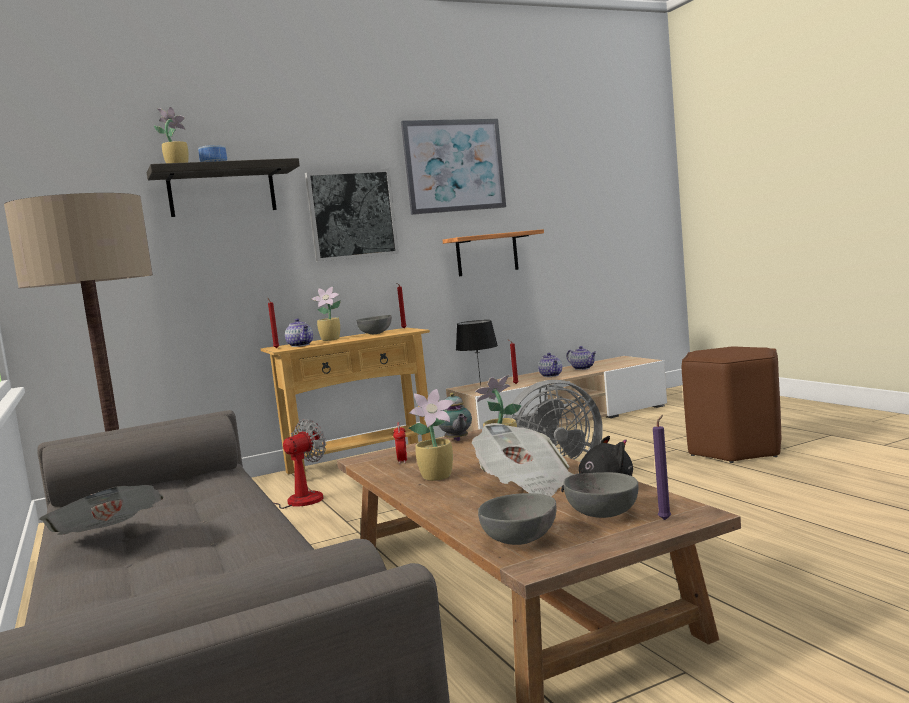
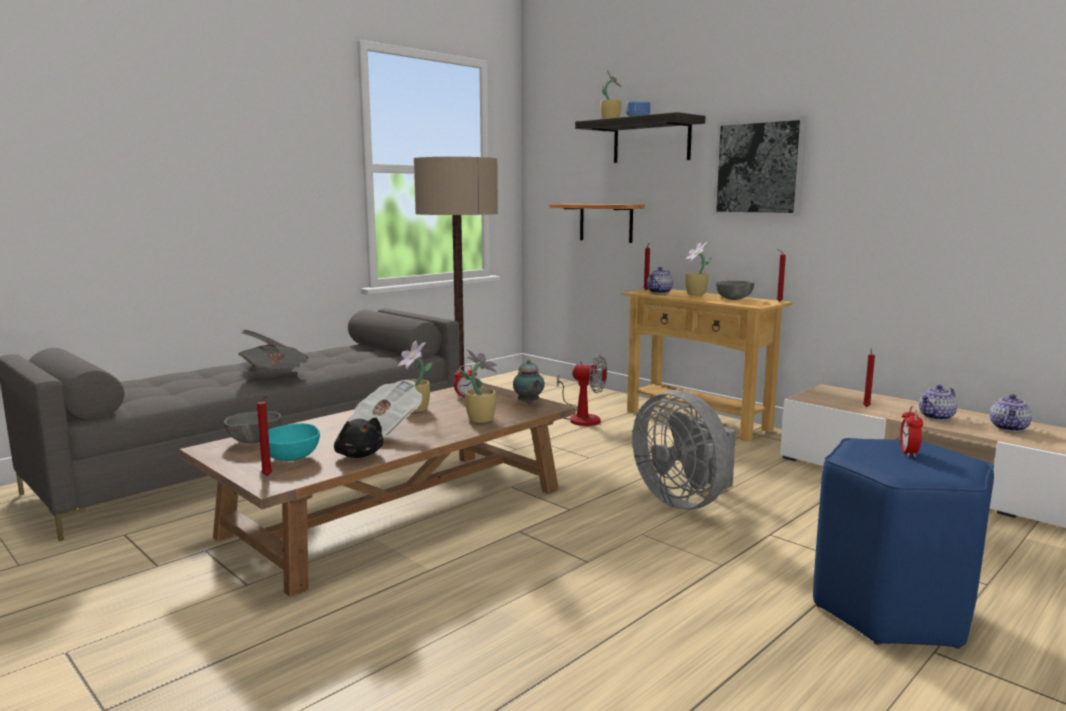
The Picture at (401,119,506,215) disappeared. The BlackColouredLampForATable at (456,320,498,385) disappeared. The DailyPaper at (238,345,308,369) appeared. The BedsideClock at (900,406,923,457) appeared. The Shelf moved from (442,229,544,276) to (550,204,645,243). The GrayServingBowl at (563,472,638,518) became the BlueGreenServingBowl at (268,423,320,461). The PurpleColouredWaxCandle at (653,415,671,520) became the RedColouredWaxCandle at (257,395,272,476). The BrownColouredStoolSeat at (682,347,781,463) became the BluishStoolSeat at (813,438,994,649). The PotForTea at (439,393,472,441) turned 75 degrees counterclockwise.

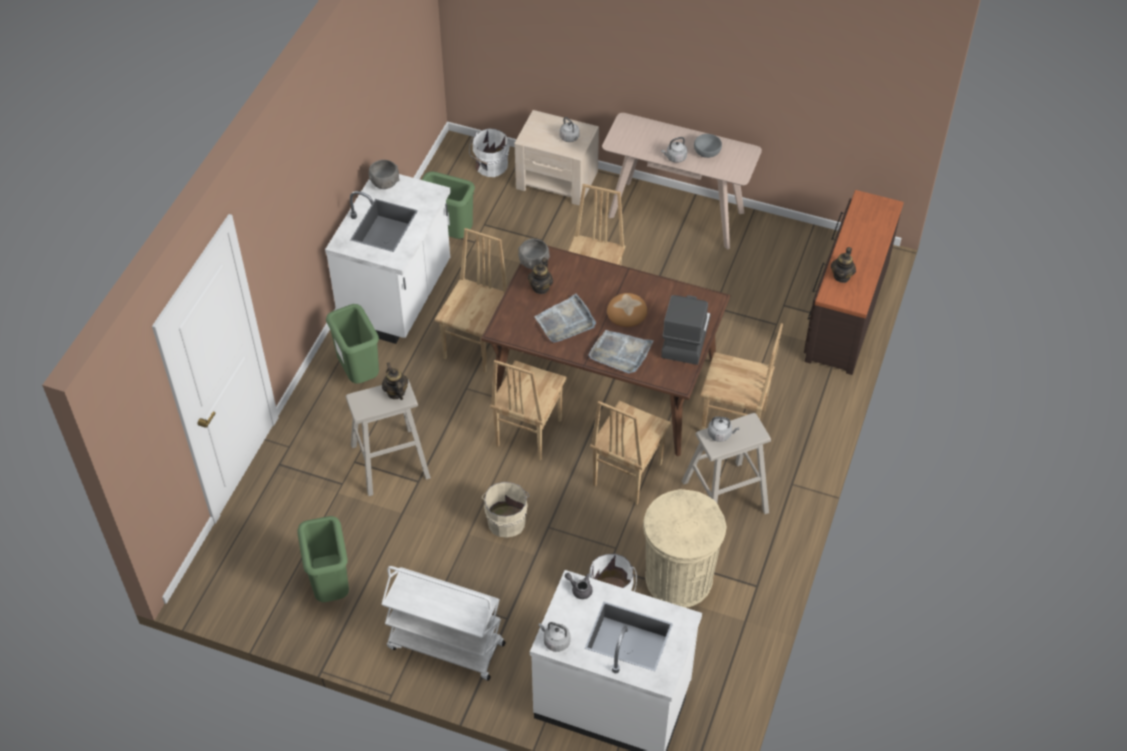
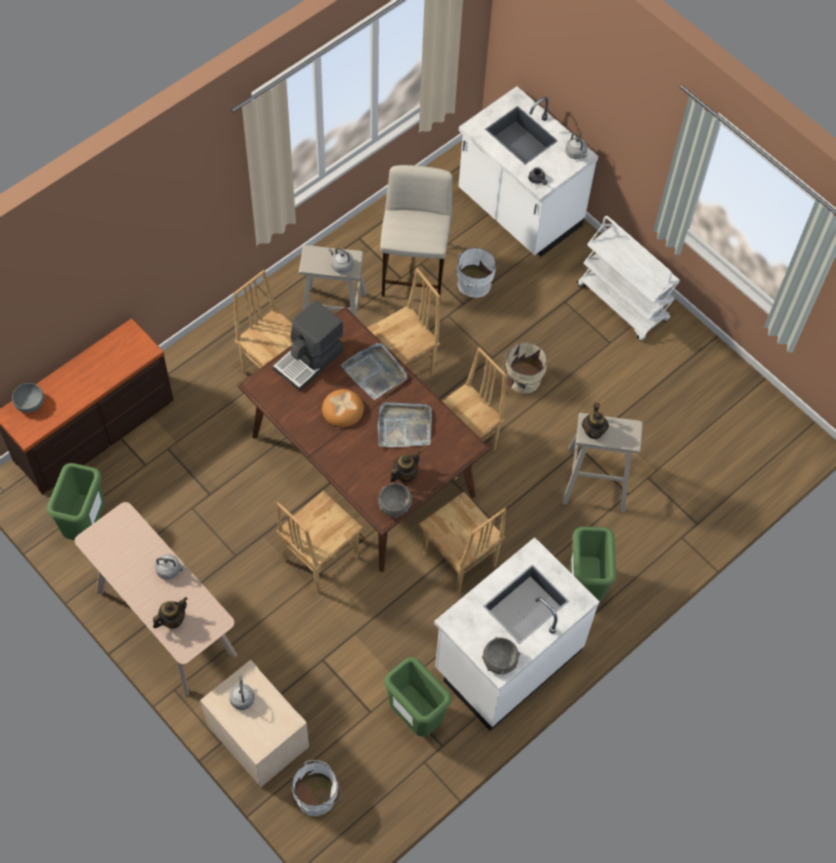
The GreenWasteBin moved from (297,516,349,602) to (46,463,105,540). The GrayServingBowl moved from (694,134,722,158) to (12,383,44,413). The PotForTea moved from (831,247,856,283) to (153,597,188,628). The BeigeWasteBin at (643,489,727,608) was replaced by the BeigeStoolSeat at (380,165,452,297). The BrownColouredUprightChair at (435,228,508,373) turned 90 degrees counterclockwise.

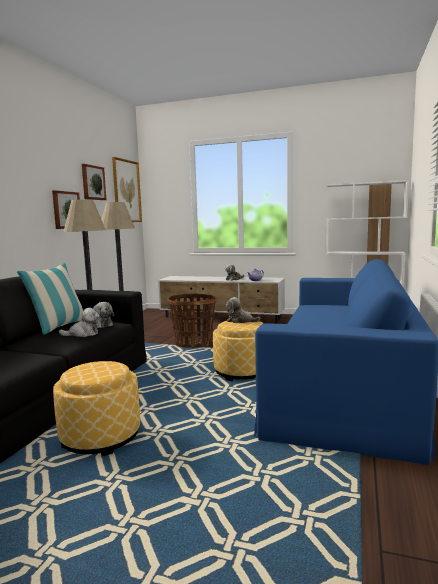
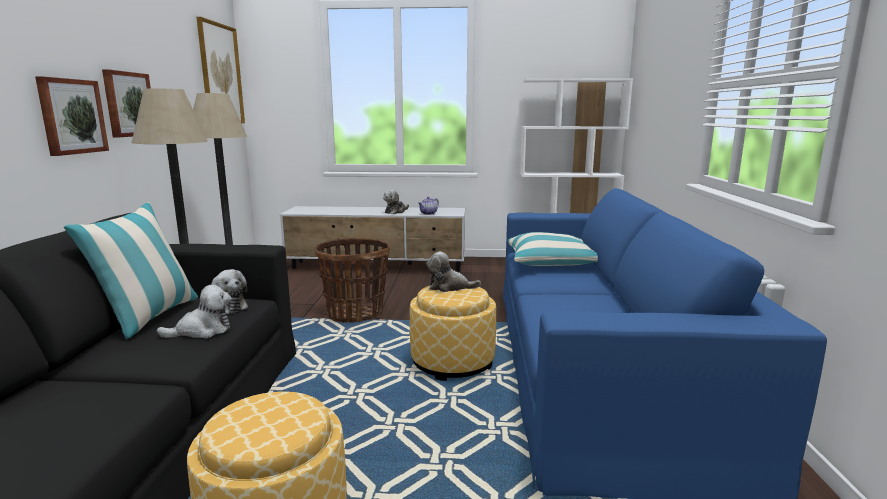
The Cushion at (508,232,598,266) appeared. The Picture moved from (82,164,107,200) to (35,76,109,156).

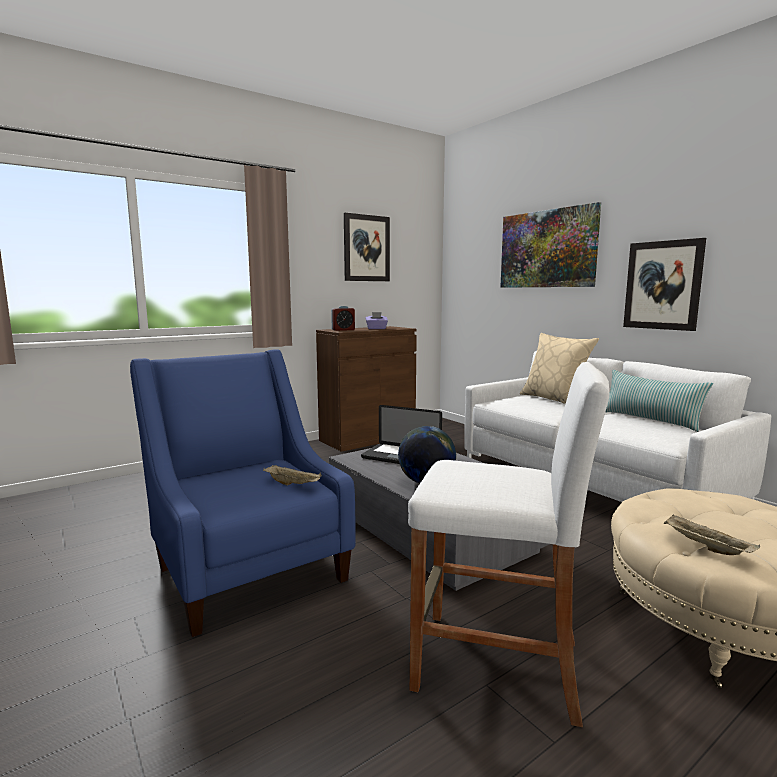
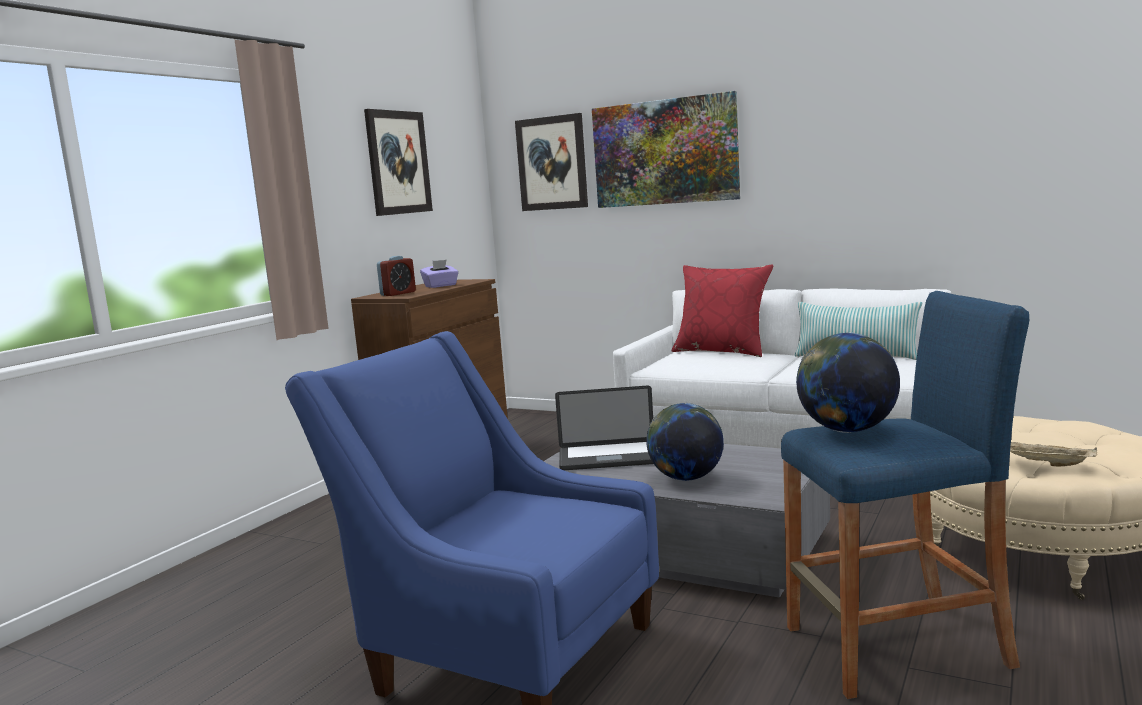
The BeigeCarryingTray at (263,465,322,486) disappeared. The WorldGlobe at (796,332,900,433) appeared. The Picture moved from (623,238,706,331) to (515,113,588,211). The WhitishStoolSeat at (408,362,609,727) became the BluishStoolSeat at (781,291,1029,699). The BeigeCushion at (520,333,599,404) became the RedColouredCushion at (672,264,773,357).

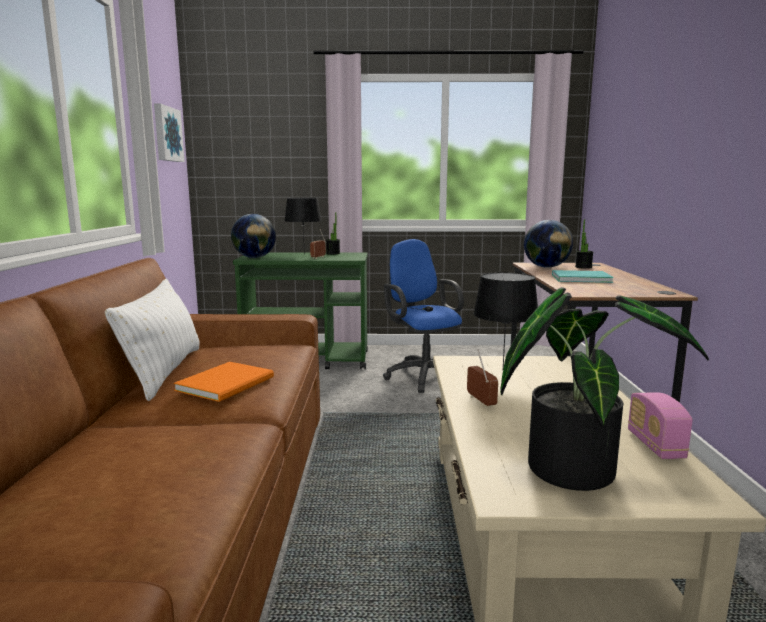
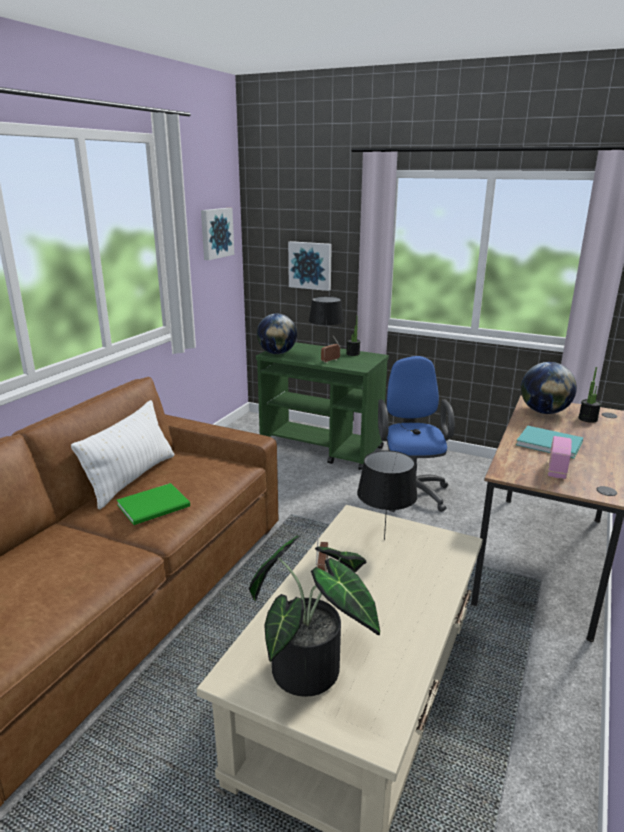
The Picture at (288,241,332,291) appeared. The RadioReceiver moved from (628,392,693,459) to (548,436,572,479). The OrangeColouredBoundBook at (174,362,274,402) became the GreenBoundBook at (117,483,190,525).

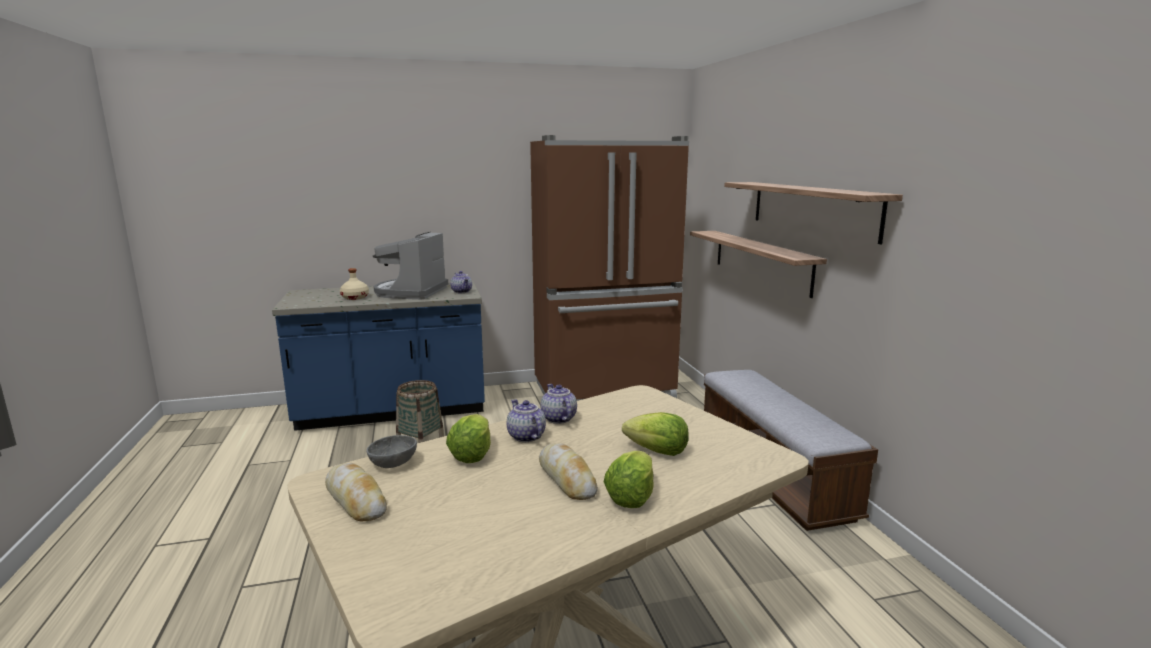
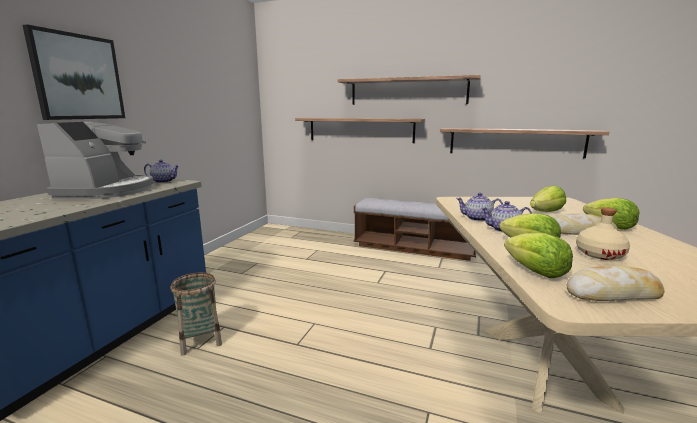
The BrownColouredKitchenFridge at (530,135,689,401) disappeared. The Picture at (23,24,125,120) appeared. The Shelf at (440,128,609,158) appeared. The BeigeBottle moved from (340,268,369,300) to (576,207,630,260). The GrayServingBowl at (366,435,417,468) was replaced by the HeadOfLettuce at (504,233,573,278). The CoffeeBrewer at (373,232,448,300) turned 135 degrees counterclockwise.

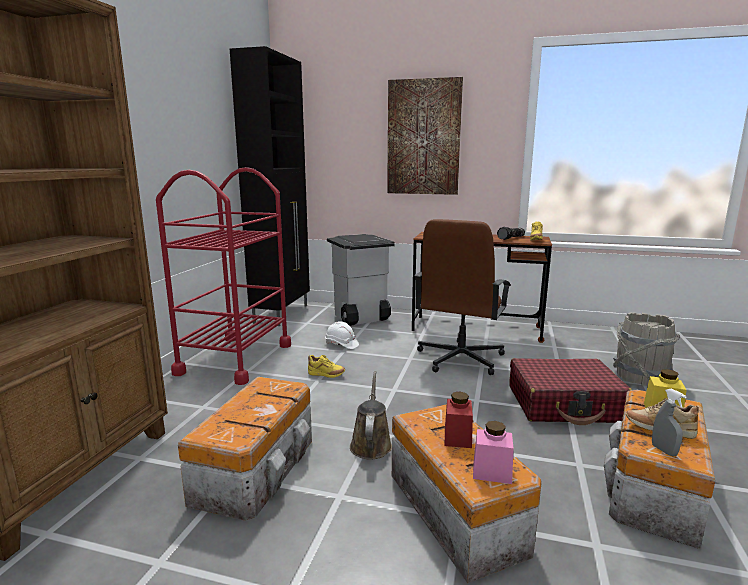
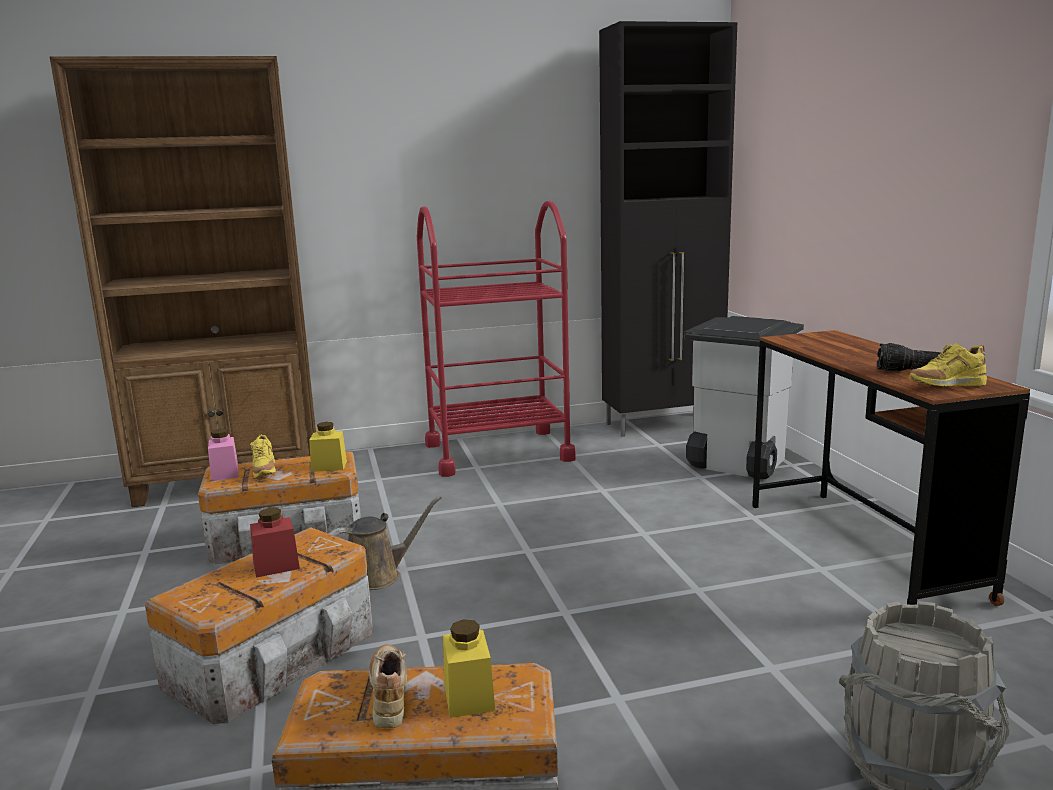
The WhitishSafetyHelmet at (325,321,359,349) disappeared. The Picture at (387,77,463,195) disappeared. The BrownColouredComputerChair at (414,219,511,375) disappeared. The RedColouredSuitcase at (510,358,632,425) disappeared. The GraySprayer at (652,388,687,456) disappeared. The YellowishStorageJar at (309,422,347,472) appeared. The YellowishShoe moved from (308,355,345,378) to (250,434,276,478). The PinkColouredStorageJar moved from (473,421,514,484) to (208,429,239,481).

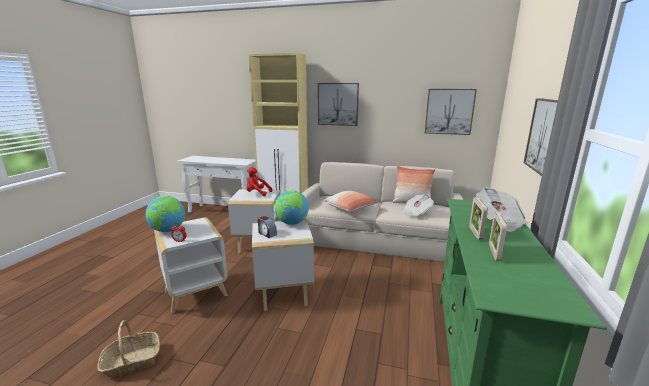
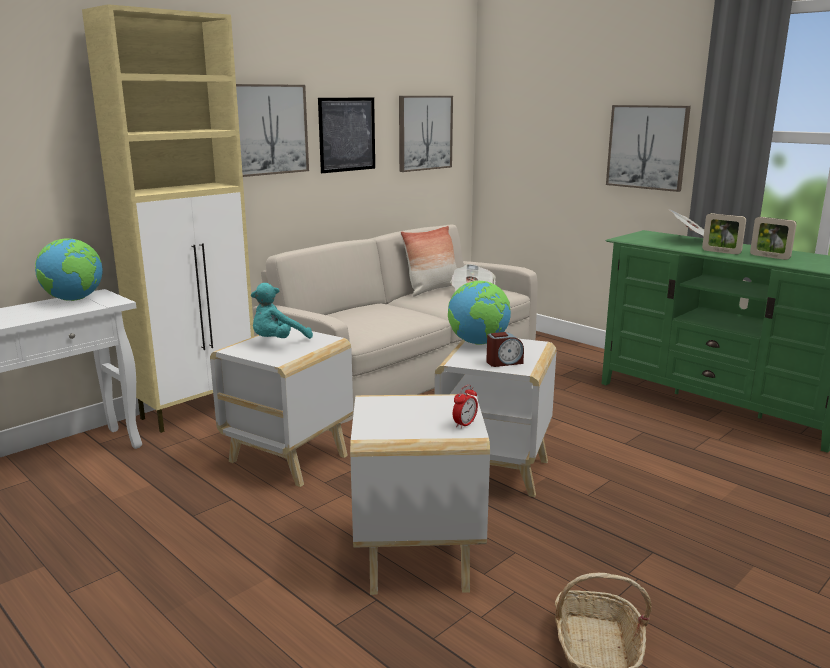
The Cushion at (324,191,379,212) disappeared. The Picture at (318,98,375,173) appeared. The WorldGlobe moved from (145,196,185,232) to (35,238,102,301). The RedColouredSoftToy at (247,167,272,196) became the BlueGreenSoftToy at (251,283,313,339).

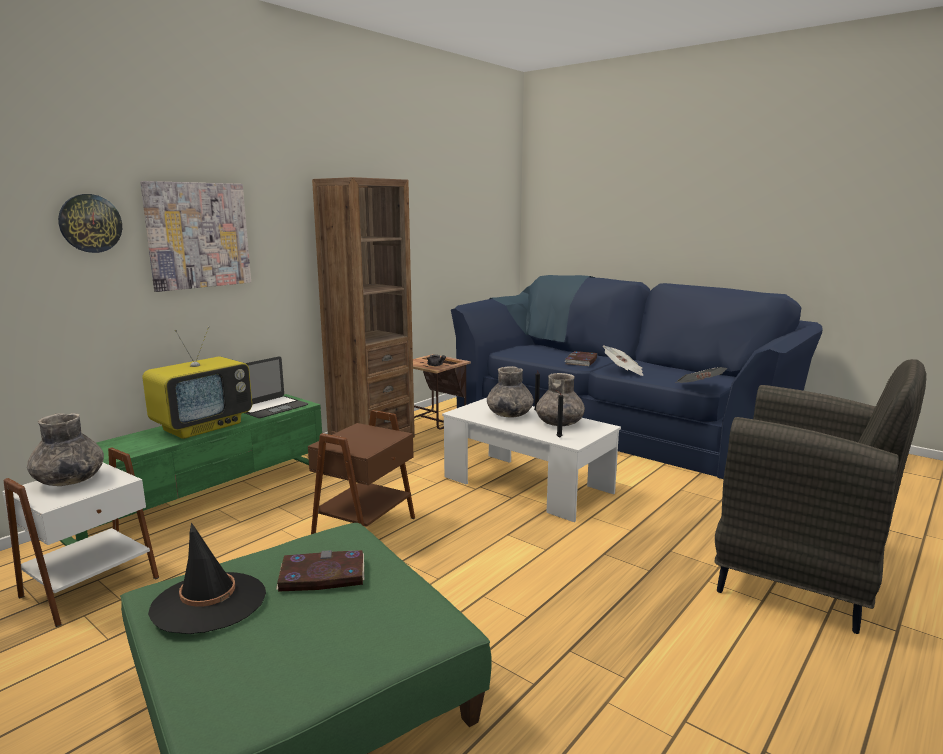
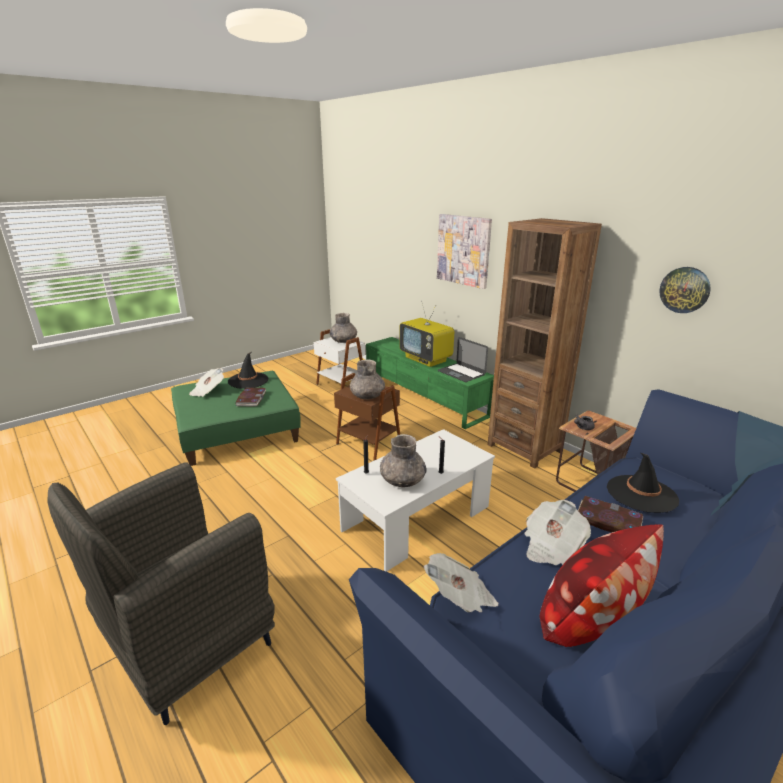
The DailyPaper at (189,368,224,397) appeared. The Cushion at (539,524,664,647) appeared. The BlackColouredHat at (607,452,679,513) appeared. The ClockOnTheWall moved from (58,194,122,253) to (659,267,711,313). The GrayDecorativeVase moved from (487,366,534,418) to (350,360,385,399).

